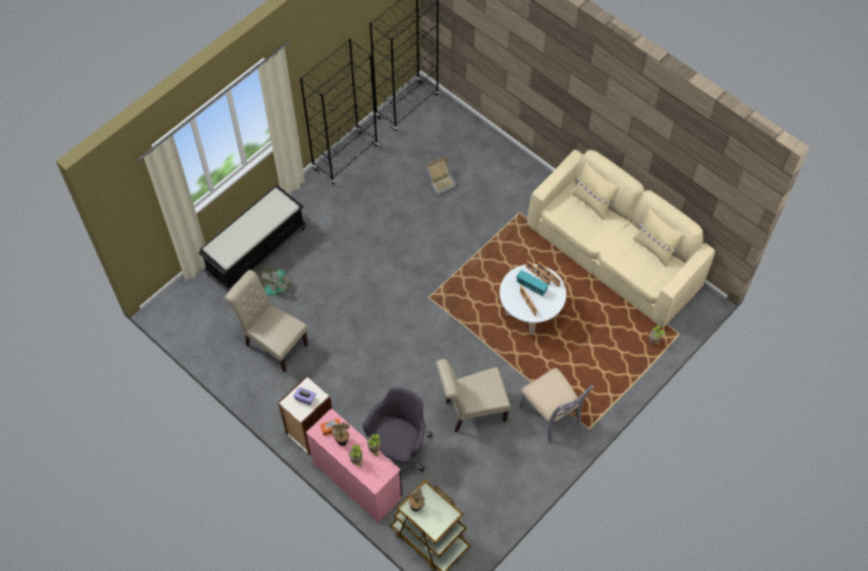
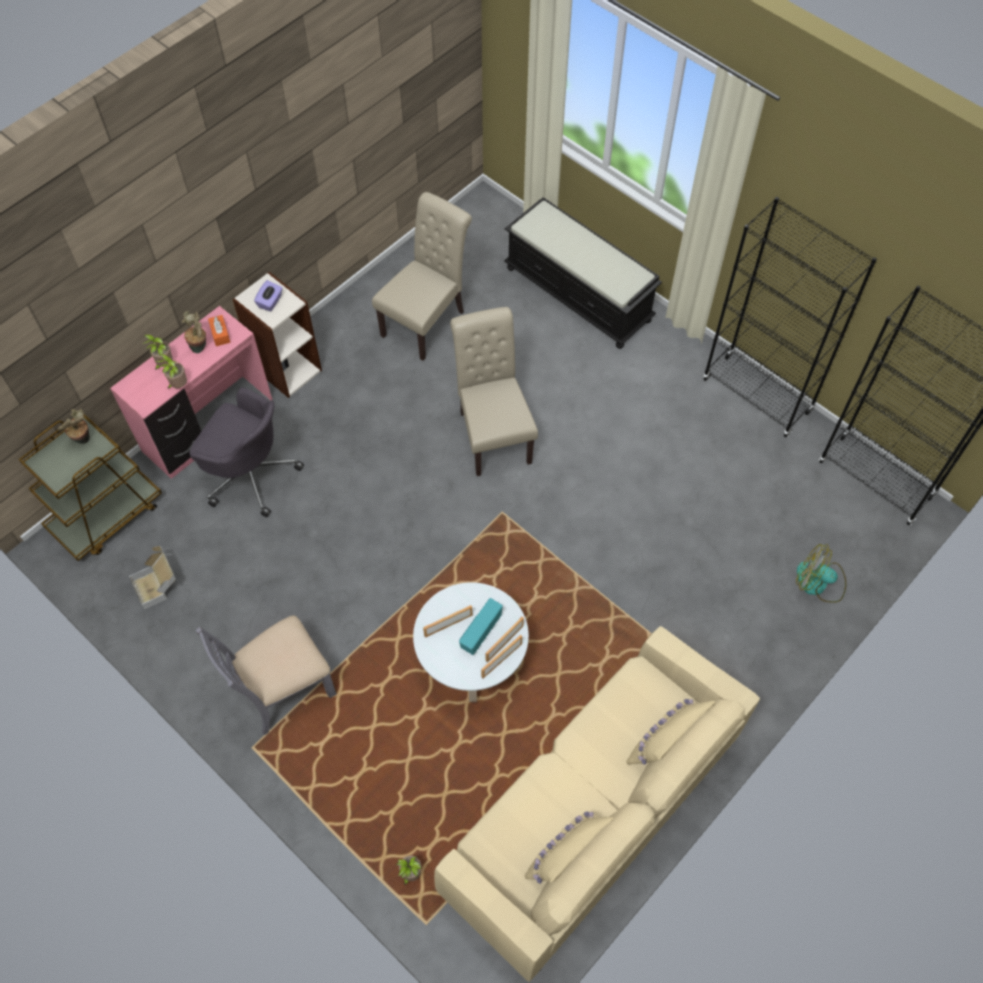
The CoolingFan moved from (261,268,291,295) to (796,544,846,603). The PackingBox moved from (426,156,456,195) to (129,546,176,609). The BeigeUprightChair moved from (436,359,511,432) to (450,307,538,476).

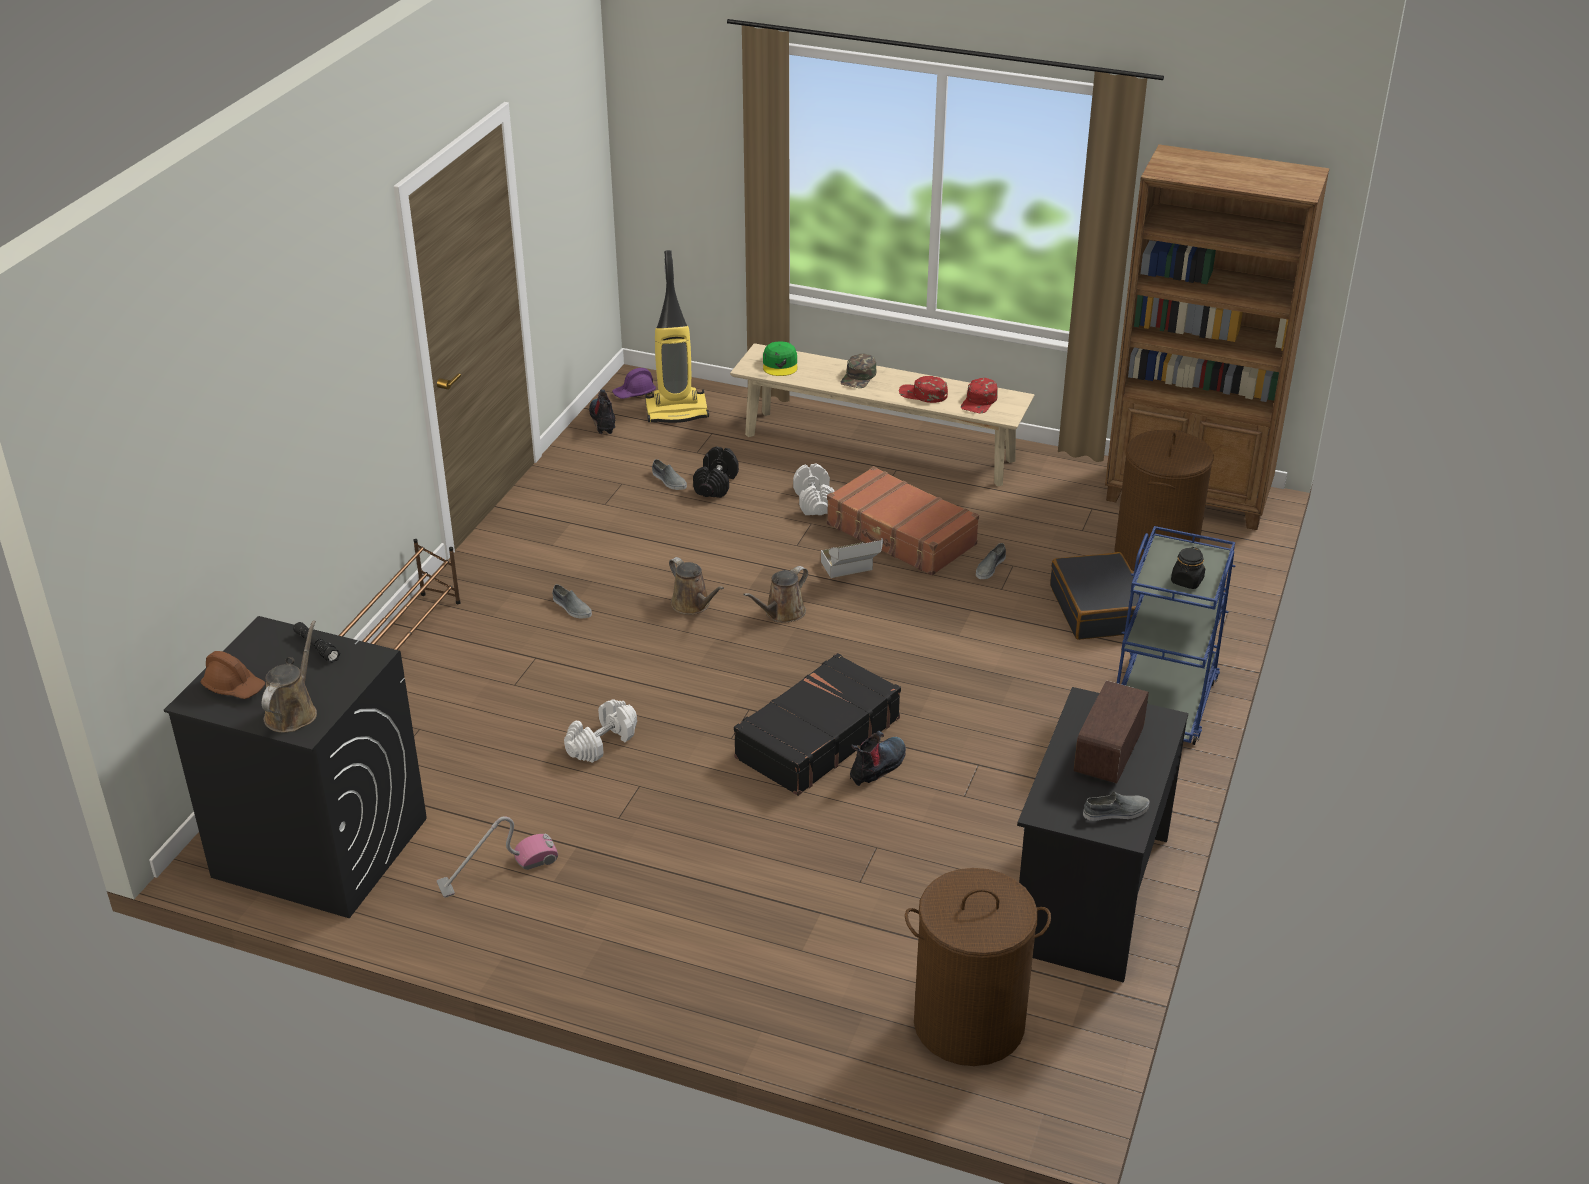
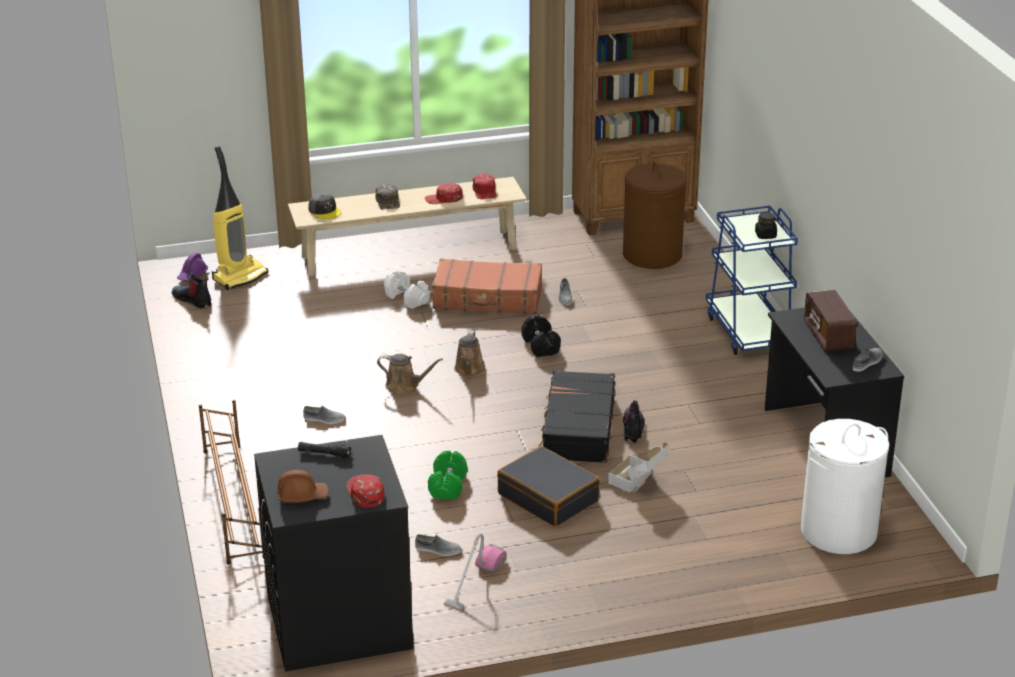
The GrayShoe moved from (652,459,687,490) to (415,534,461,556). The BlackColouredHandWeight moved from (693,447,739,498) to (522,315,561,357). The PackingBox moved from (821,538,883,578) to (608,443,668,492). The BlackColouredSuitcase moved from (1050,552,1139,640) to (497,446,600,527). The BrownColouredWateringPot at (262,620,317,733) was replaced by the RedColouredPeakedCap at (346,474,385,508). The WhitishHandWeight at (564,699,637,763) became the GreenHandWeight at (428,451,467,500). The GreenPeakedCap at (763,341,797,376) became the GrayPeakedCap at (308,193,341,219). The BrownColouredLaundryBasket at (905,868,1051,1066) became the WhitishLaundryBasket at (801,419,890,554).

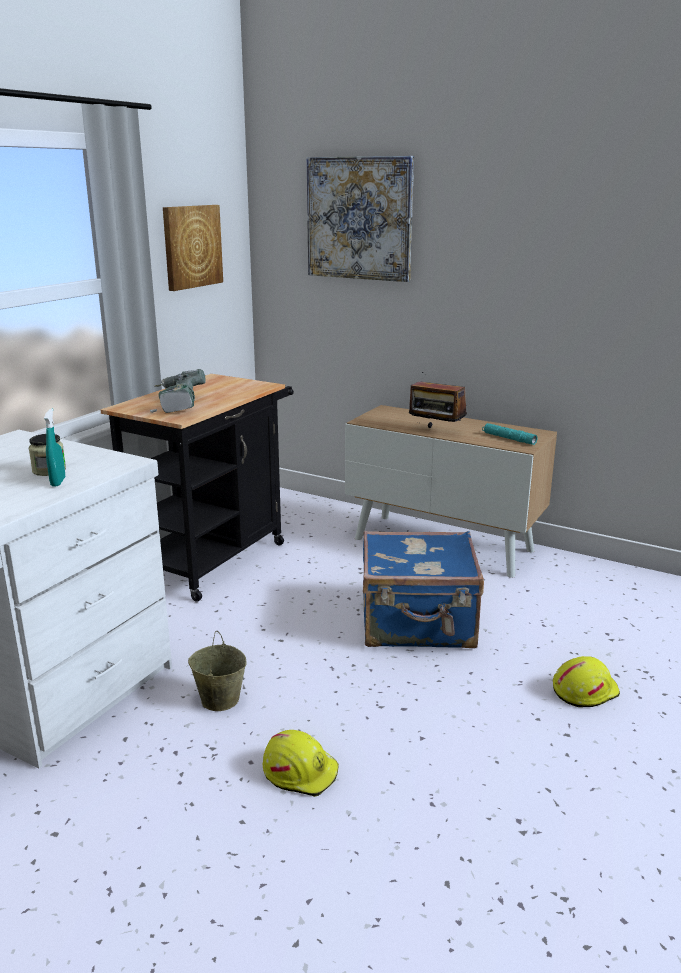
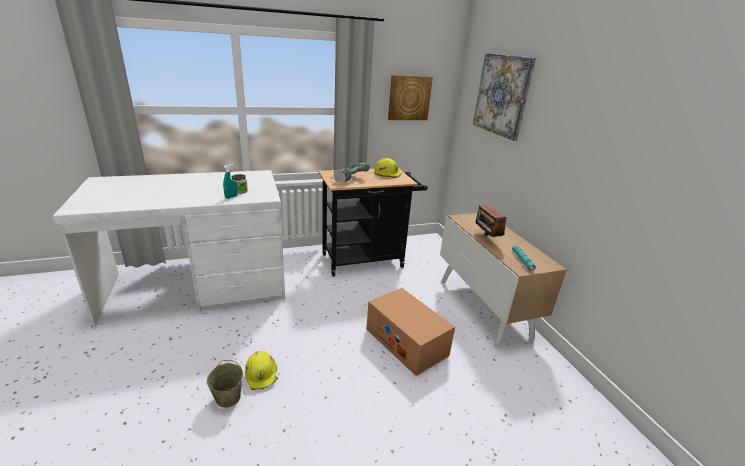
The BeigePail moved from (188,631,247,711) to (207,360,243,408). The YellowishSafetyHelmet moved from (553,656,620,707) to (375,158,402,178). The BluishSuitcase at (363,531,484,648) was replaced by the PackingBox at (366,288,455,376).

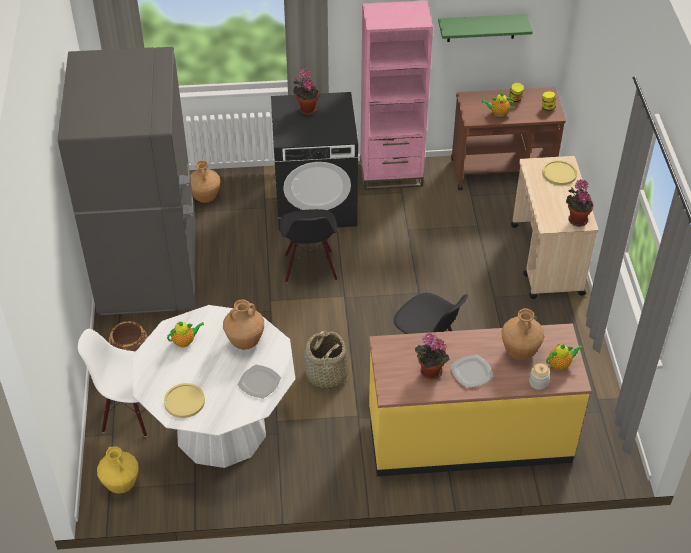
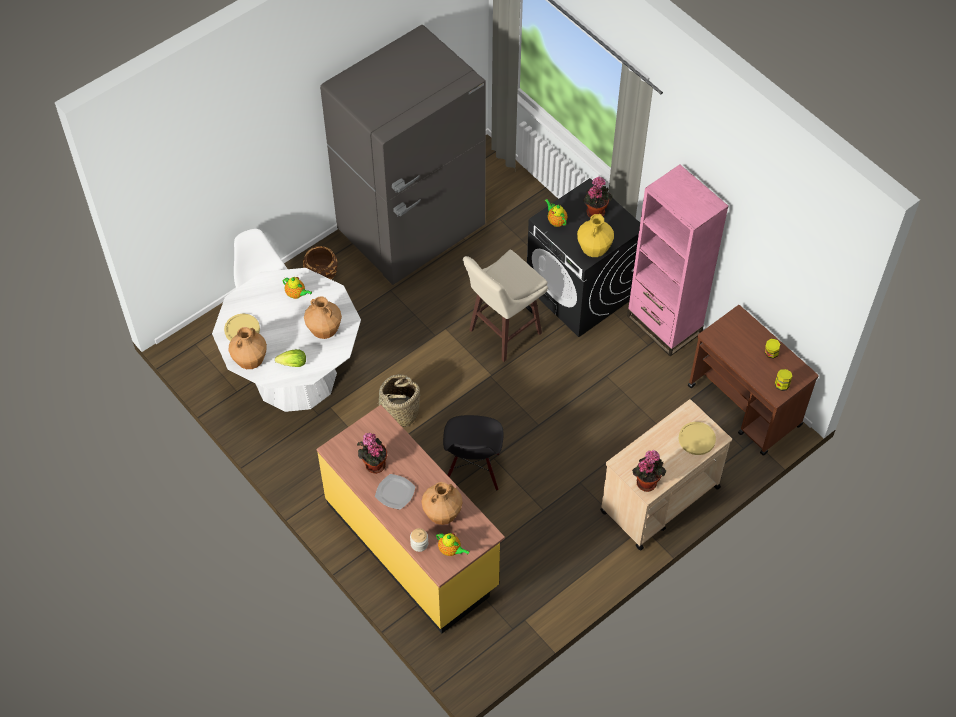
The GreenShelf at (438,14,533,42) disappeared. The YellowishDecorativeVase moved from (97,446,139,494) to (577,214,614,257). The BrownColouredDecorativeVase moved from (190,160,221,203) to (229,327,267,369). The PotForTea moved from (482,93,514,117) to (545,199,568,227). The FlatDish at (238,364,281,399) was replaced by the HeadOfLettuce at (275,349,306,367). The BlackColouredUprightChair at (279,209,337,283) was replaced by the BeigeStoolSeat at (463,249,548,362).

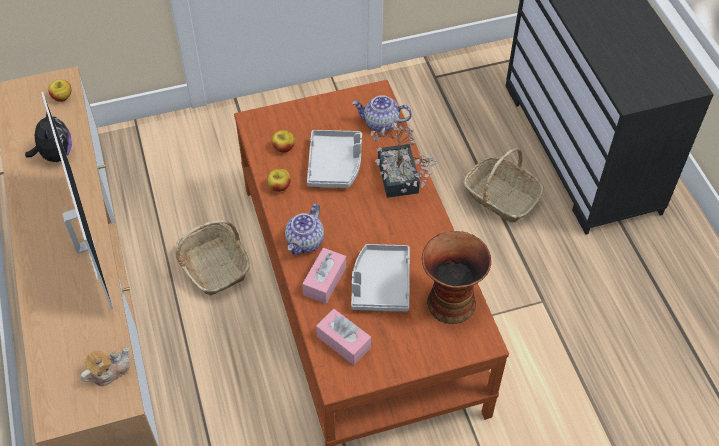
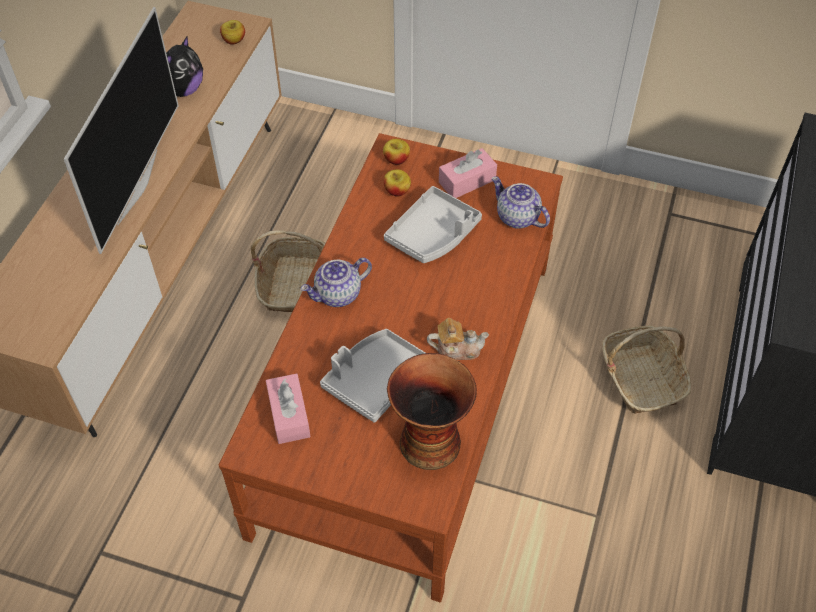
The PottedPlant at (370,117,437,198) disappeared. The PotForTea moved from (80,346,130,386) to (427,318,489,360). The AppleFruit moved from (267,169,291,192) to (383,139,410,165). The PinkColouredTissueBox moved from (302,248,346,304) to (439,148,497,198).

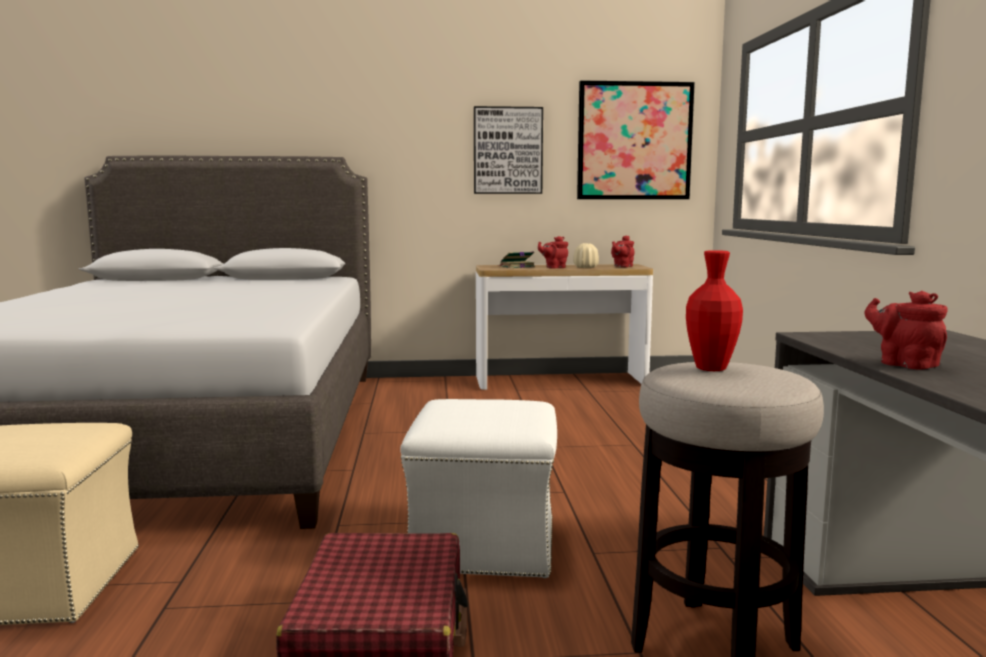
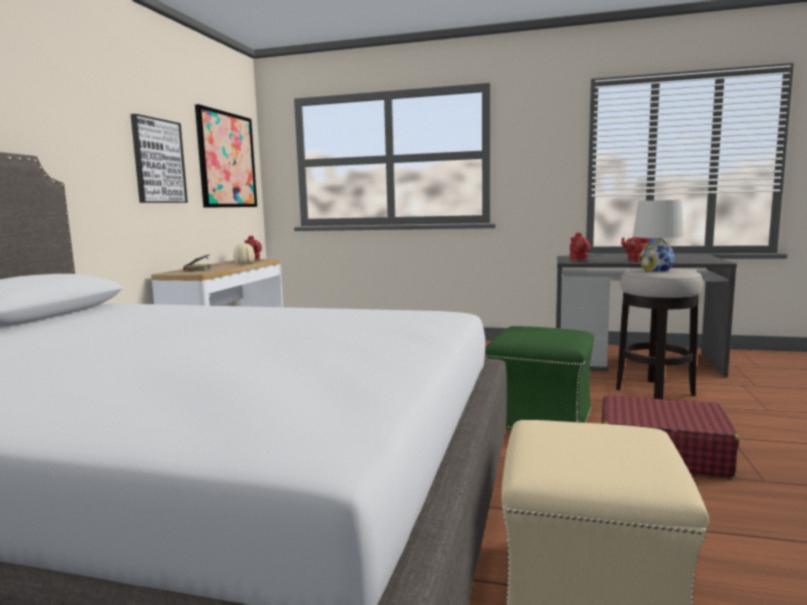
The RedColouredPotForTea moved from (538,236,568,269) to (570,232,591,261). The RedColouredDecorativeVase at (686,250,743,371) was replaced by the WhitishLampForATable at (633,200,684,271). The WhitishFootrest at (400,399,557,578) became the GreenFootrest at (485,326,594,430).

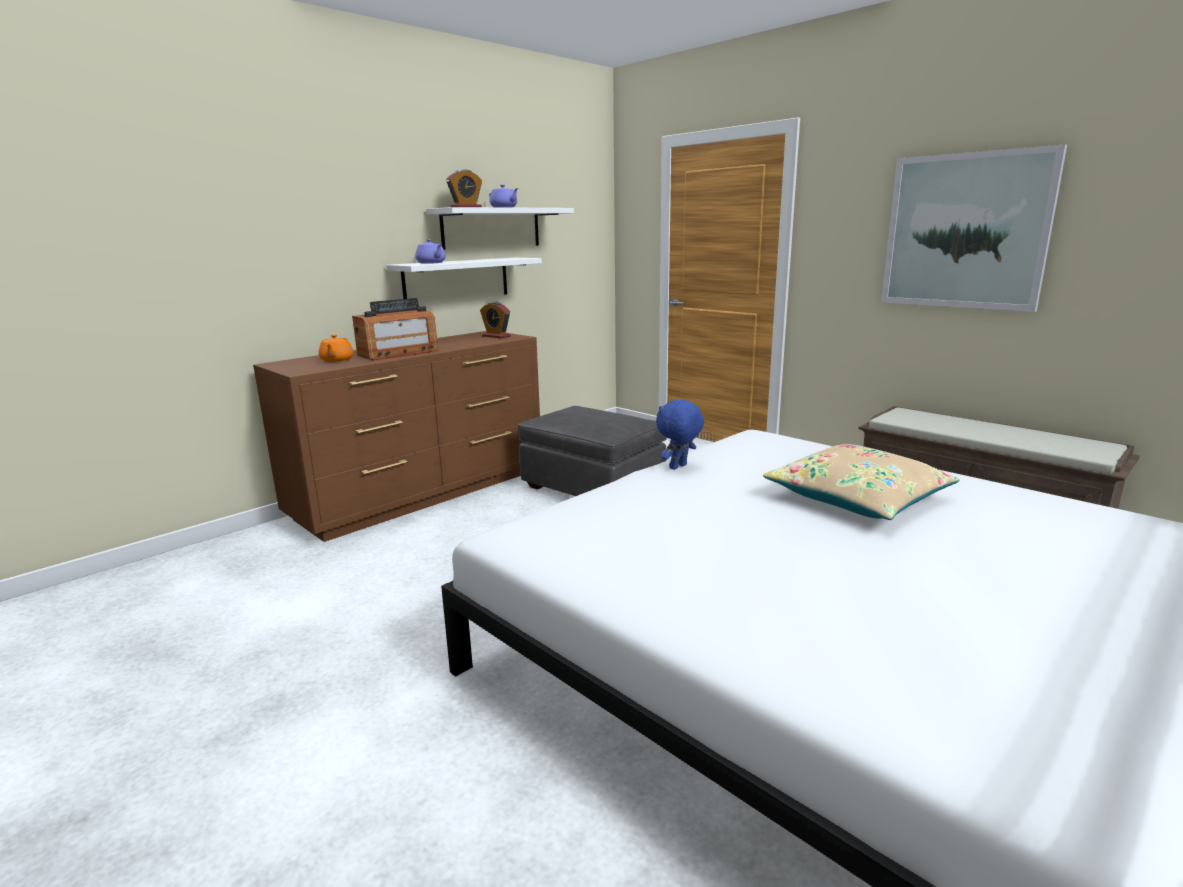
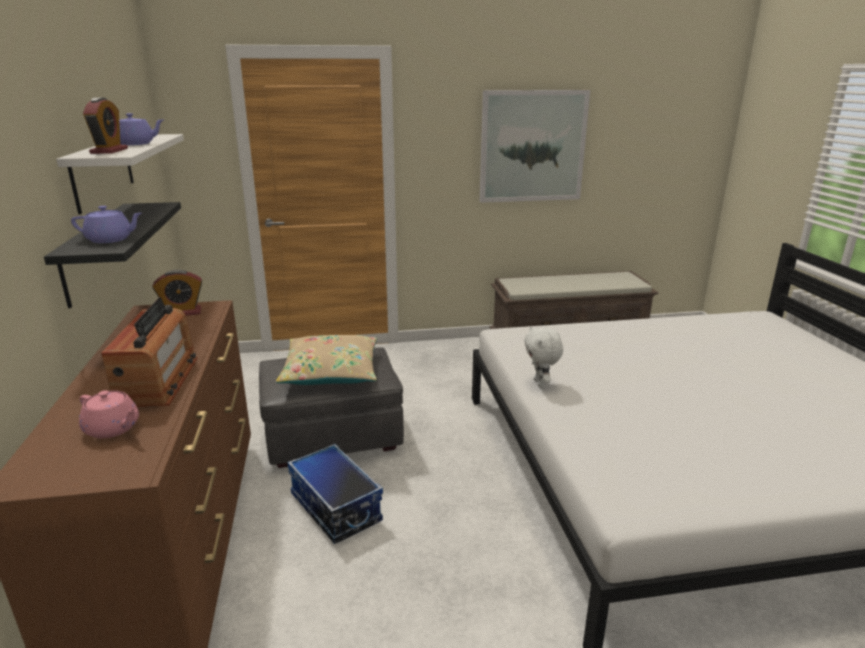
The StorageBin at (287,444,383,544) appeared. The BeigeCushion moved from (763,444,960,520) to (276,335,377,385). The OrangeColouredPotForTea at (318,334,354,362) became the PinkColouredPotForTea at (79,390,139,438). The WhitishShelf at (386,258,542,299) became the BlackColouredShelf at (44,202,181,308). The BluishSoftToy at (656,399,704,470) became the WhitishSoftToy at (524,326,563,388).

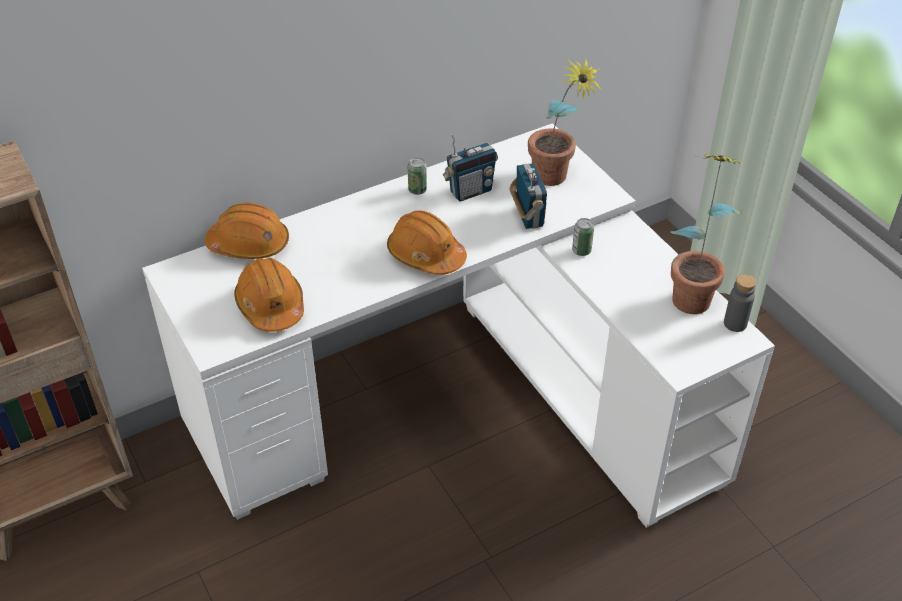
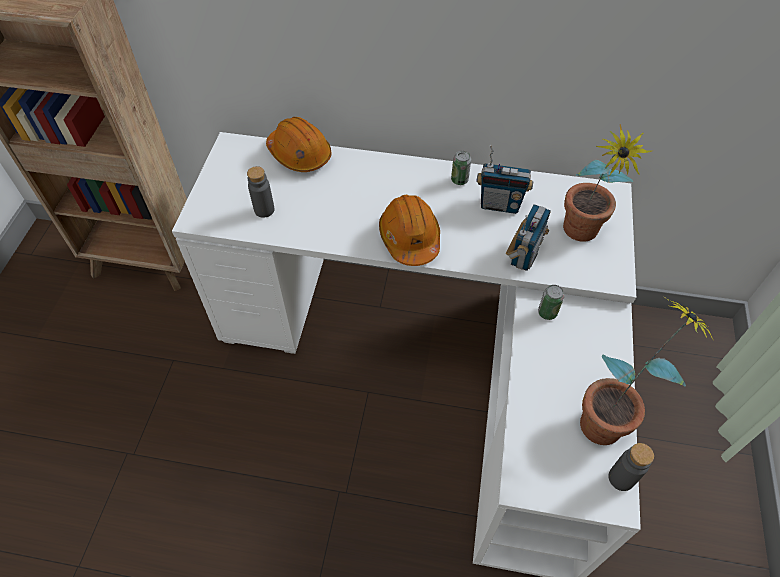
The OrangeColouredSafetyHelmet at (234,258,304,332) was replaced by the GrayBottle at (247,166,275,218).

